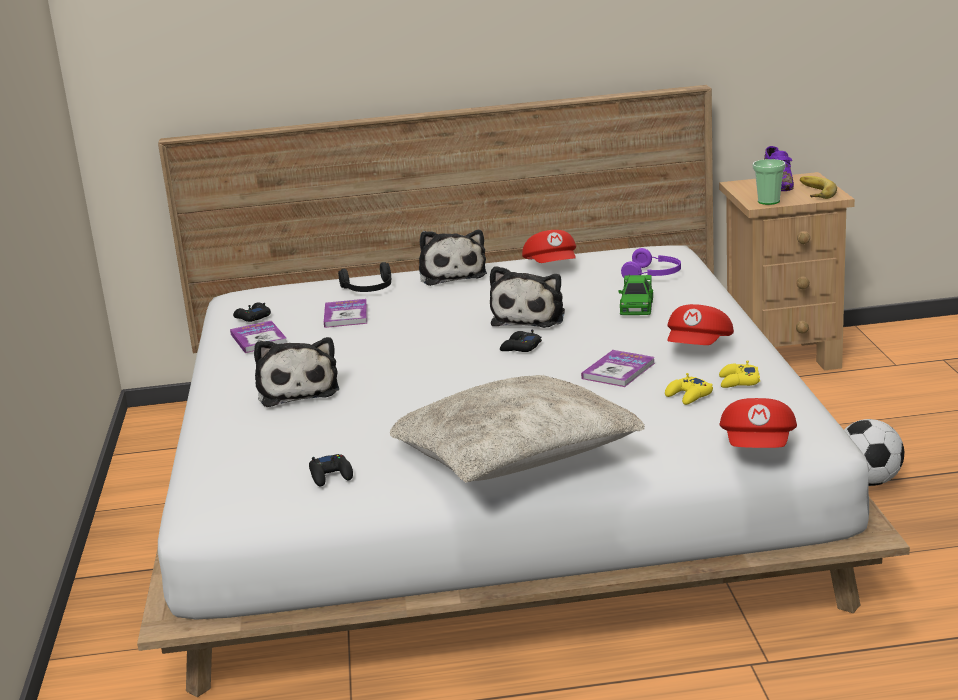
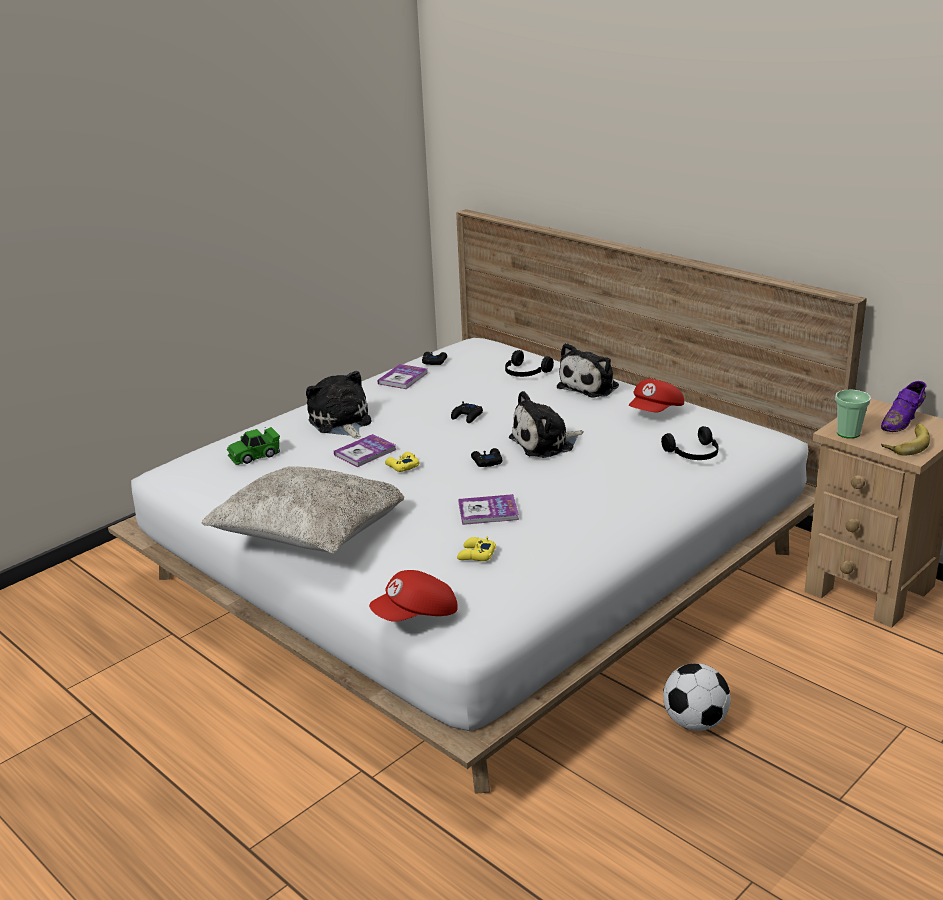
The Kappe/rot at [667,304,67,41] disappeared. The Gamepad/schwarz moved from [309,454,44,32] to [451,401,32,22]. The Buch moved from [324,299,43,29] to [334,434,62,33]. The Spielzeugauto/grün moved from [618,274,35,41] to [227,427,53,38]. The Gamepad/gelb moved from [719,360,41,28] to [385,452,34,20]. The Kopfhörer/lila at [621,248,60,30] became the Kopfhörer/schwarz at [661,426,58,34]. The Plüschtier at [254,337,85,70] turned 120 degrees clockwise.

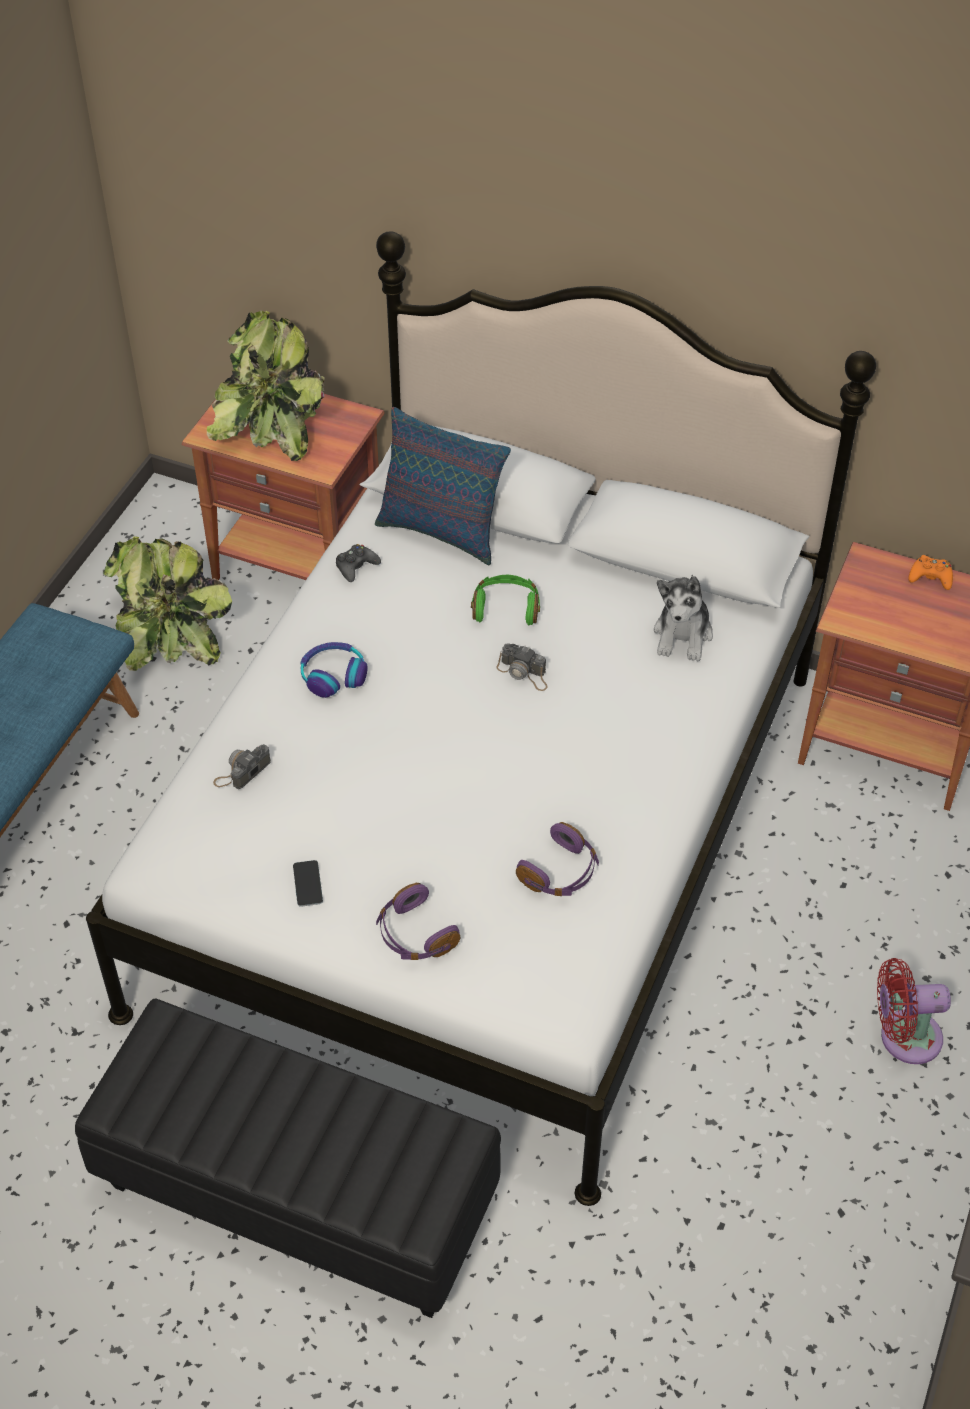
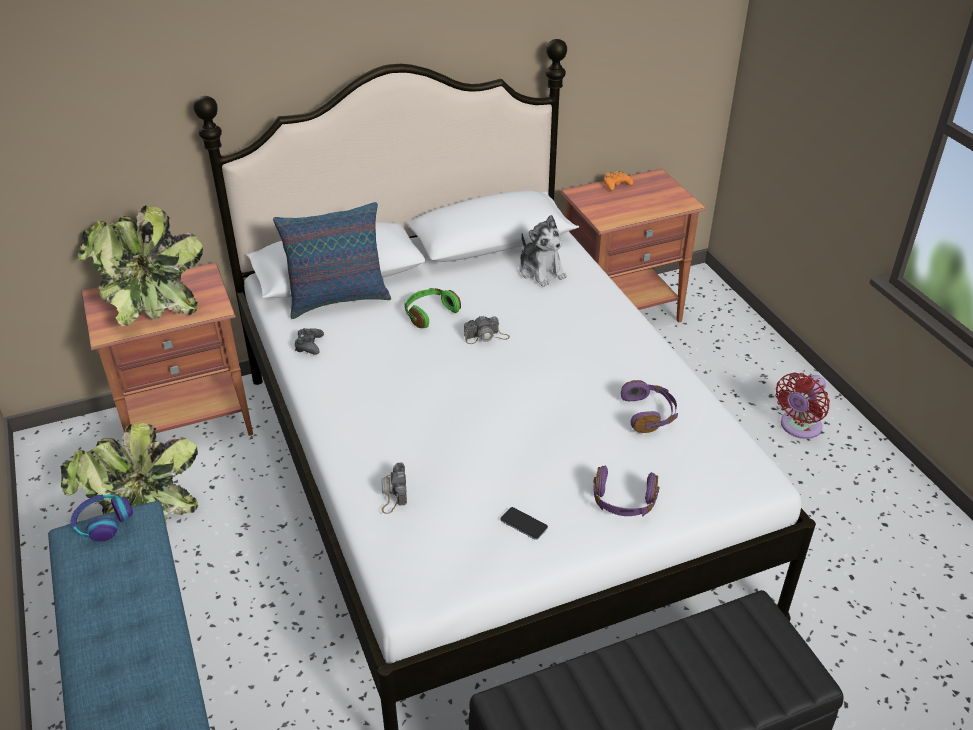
The Kopfhörer moved from [300,642,67,56] to [71,494,62,47].

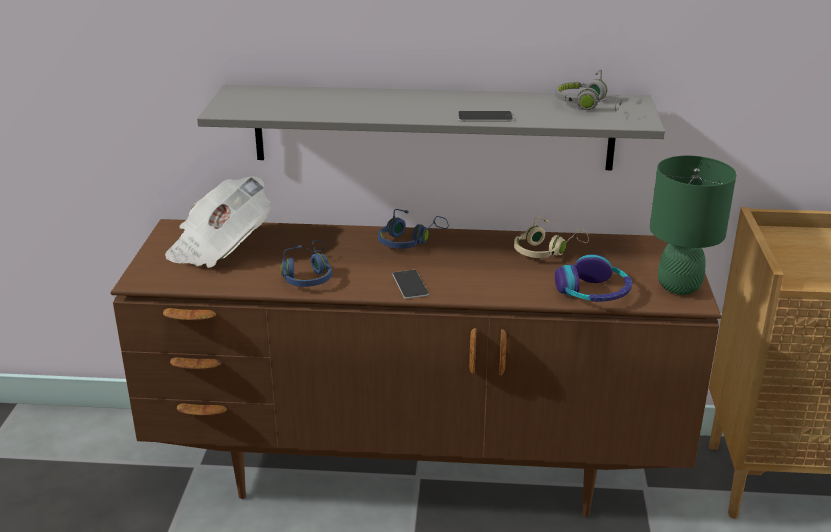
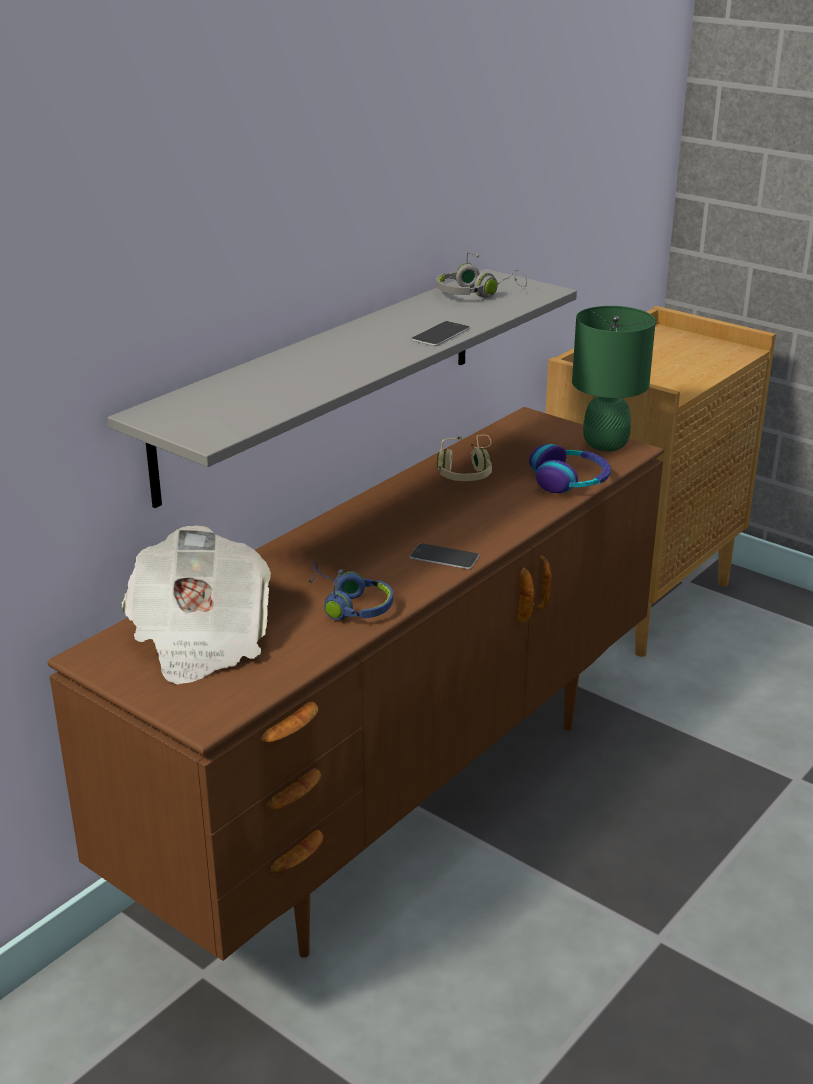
The Kopfhörer/blau at [378,209,71,40] disappeared.

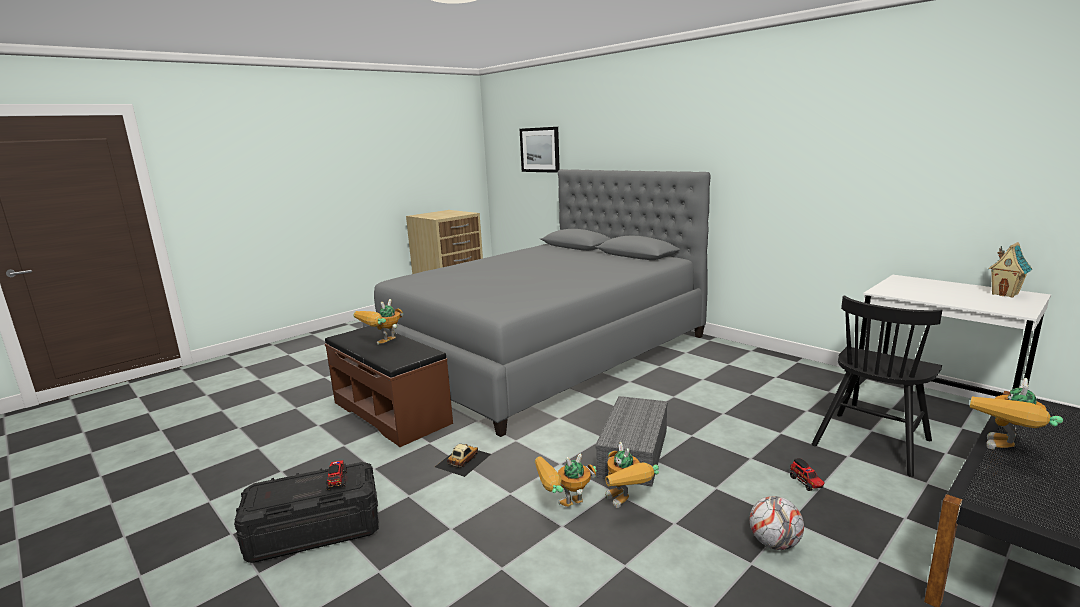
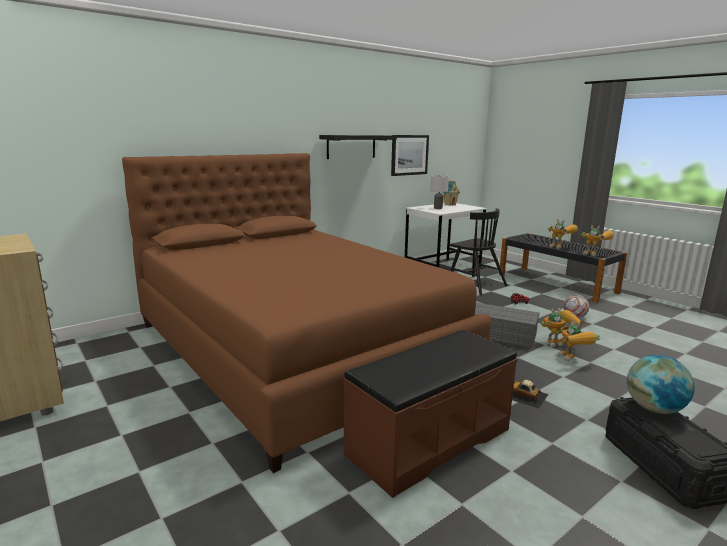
The Wandregal/schwarz at [319,135,78,24] appeared. The Tischlampe/weiß at [430,175,19,34] appeared. The Spielzeugroboter moved from [354,299,49,46] to [581,225,33,31]. The Bild moved from [520,127,40,46] to [391,135,38,41]. The Spielzeuglaster at [326,460,21,30] was replaced by the Globus at [627,355,67,59]. The Bett/grau at [363,169,348,268] became the Bett/braun at [122,153,369,320].

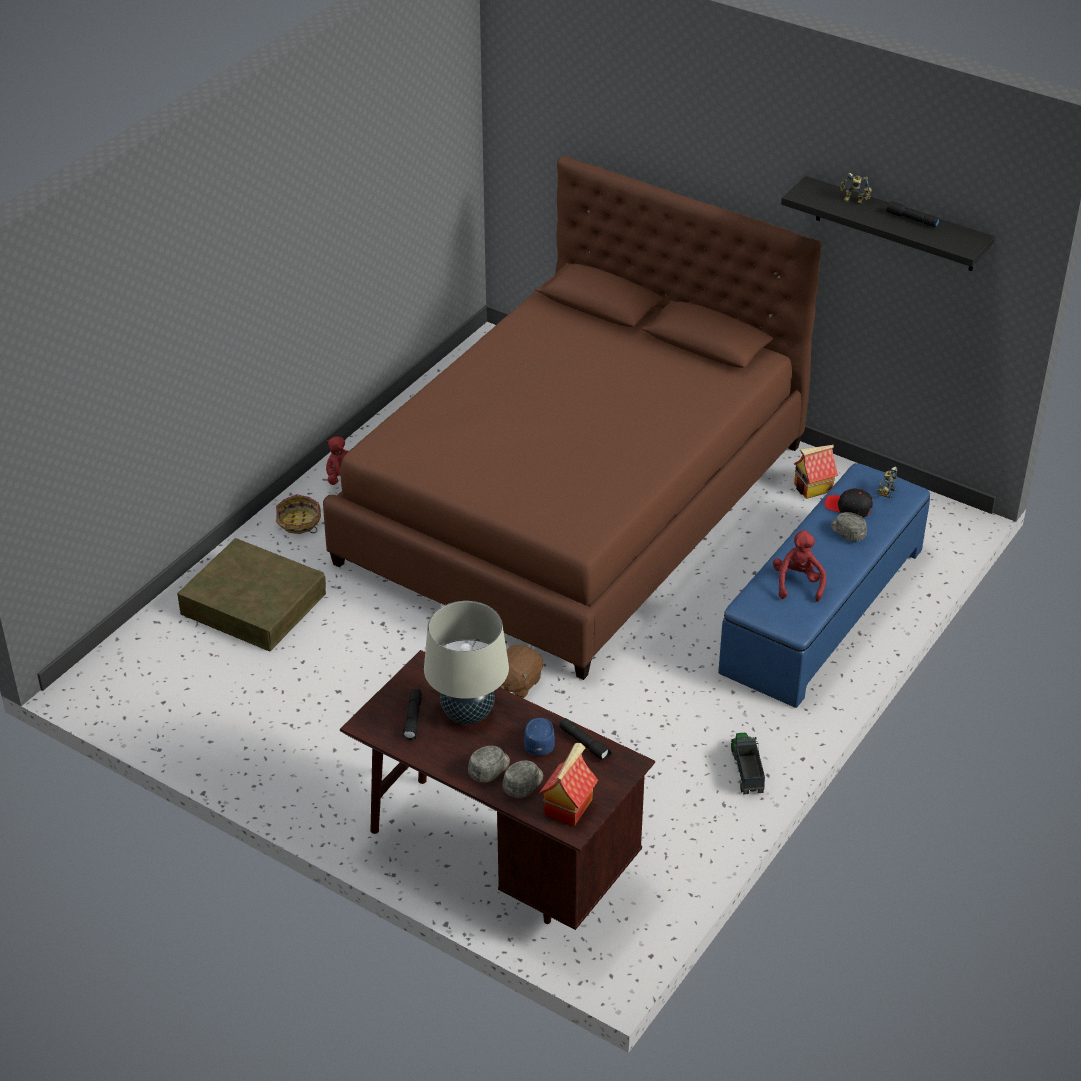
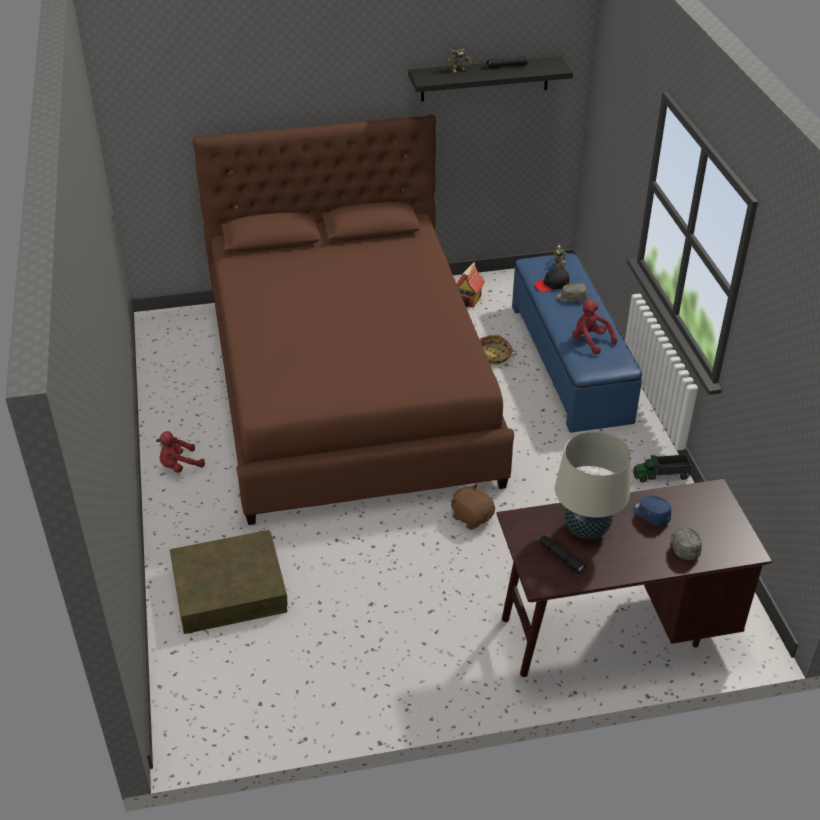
The Kappe/grau at [468,746,42,36] disappeared. The Spielzeughaus at [539,743,59,84] disappeared. The Taschenlampe/schwarz at [560,718,52,43] disappeared. The Korb moved from [276,494,45,40] to [480,335,37,29]. The Plüschtier/braun at [500,645,43,53] turned 150 degrees clockwise. The Spielzeuglaster at [731,733,34,62] turned 45 degrees counterclockwise.

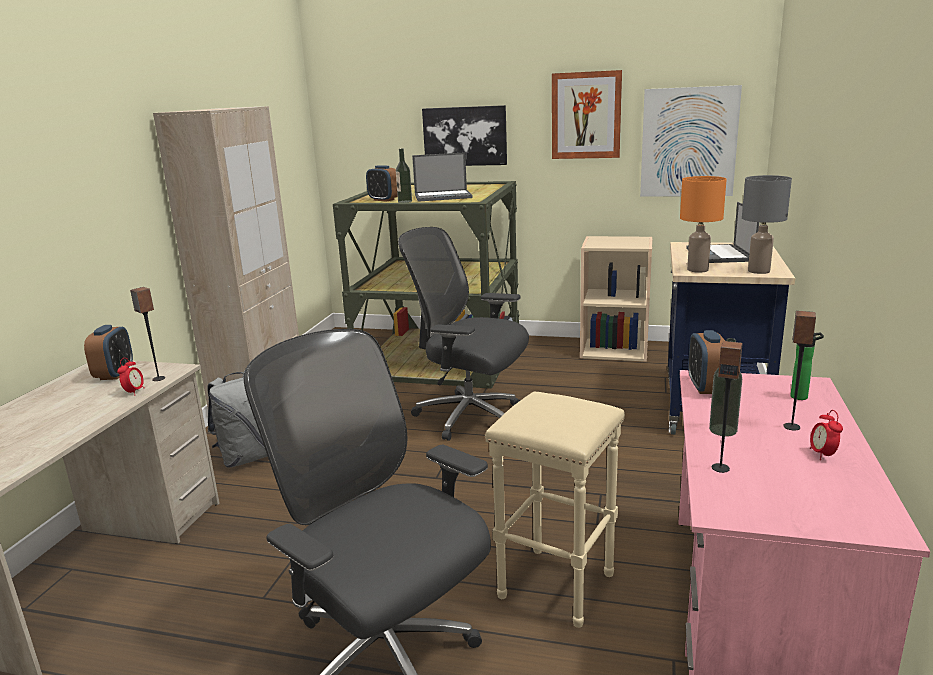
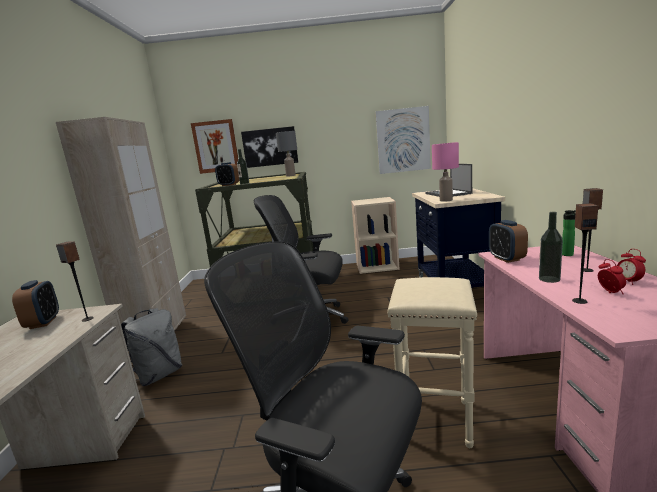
The Laptop at [412,152,61,50] disappeared. The Wecker moved from [117,358,27,35] to [598,259,28,34]. The Bild moved from [552,70,70,89] to [191,119,47,55]. The Tischlampe/grau moved from [742,175,50,99] to [276,131,21,46]. The Tischlampe/orange at [680,176,47,97] became the Tischlampe/rosa at [432,142,27,60].

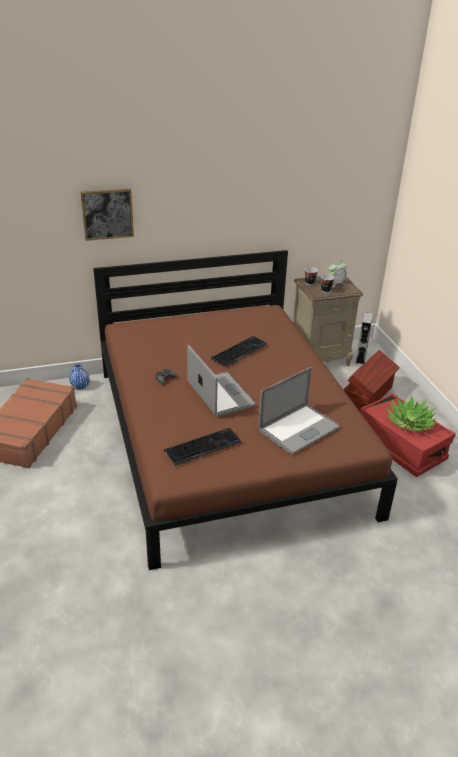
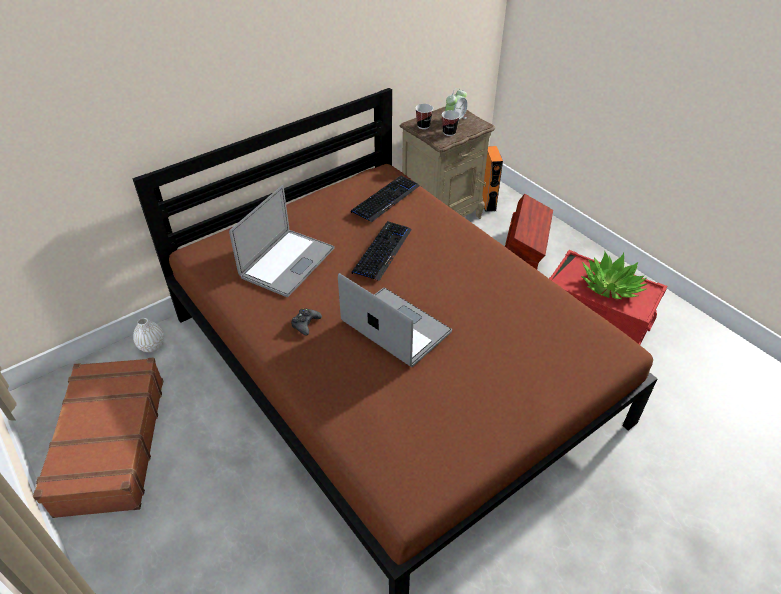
The Bild at [81,189,53,52] disappeared. The Tastatur moved from [164,428,77,38] to [351,176,69,46]. The Laptop moved from [258,367,82,88] to [229,185,106,112]. The Vase/blau at [69,364,21,25] became the Vase/weiß at [133,318,31,34]. The Lautsprecher/grau at [356,312,17,52] became the Lautsprecher/orange at [482,146,21,66].

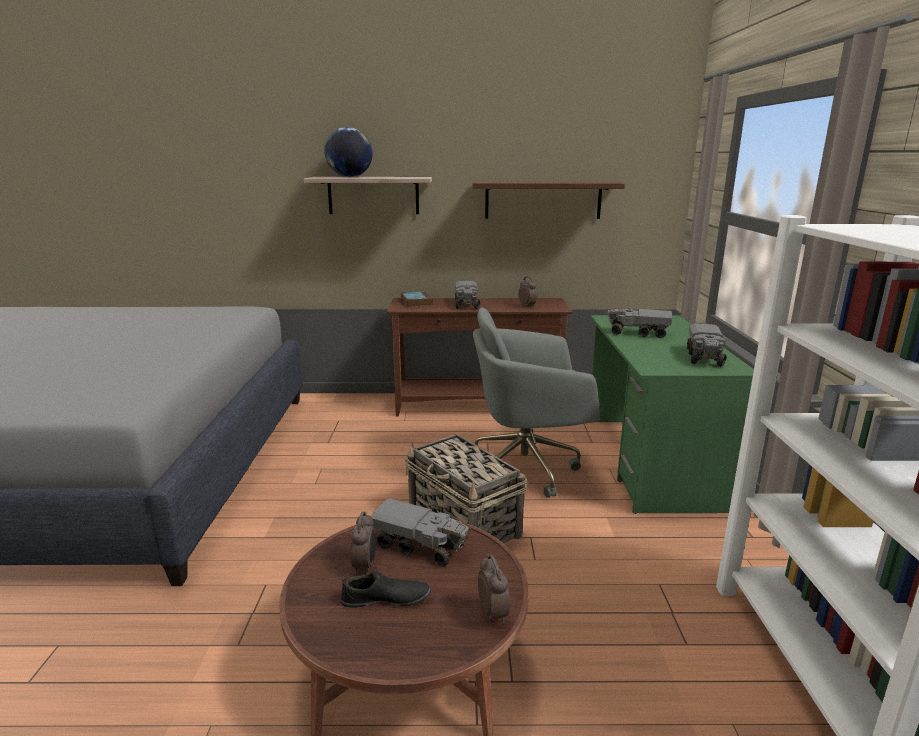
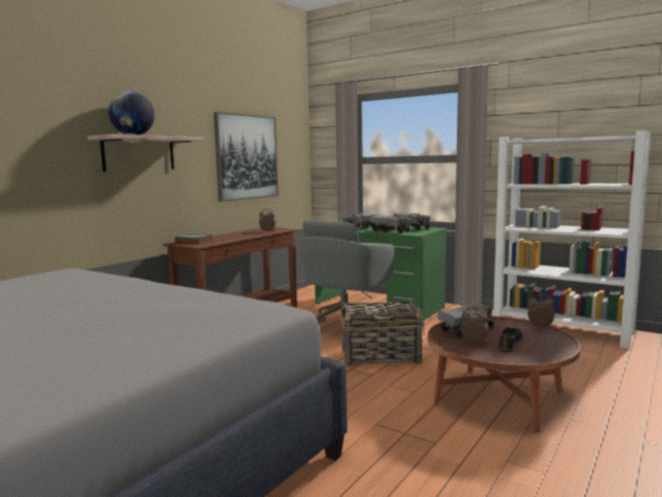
The Spielzeuglaster moved from [455,280,25,29] to [370,215,42,18]. The Wandregal at [472,182,153,37] was replaced by the Bild at [214,112,64,90].

